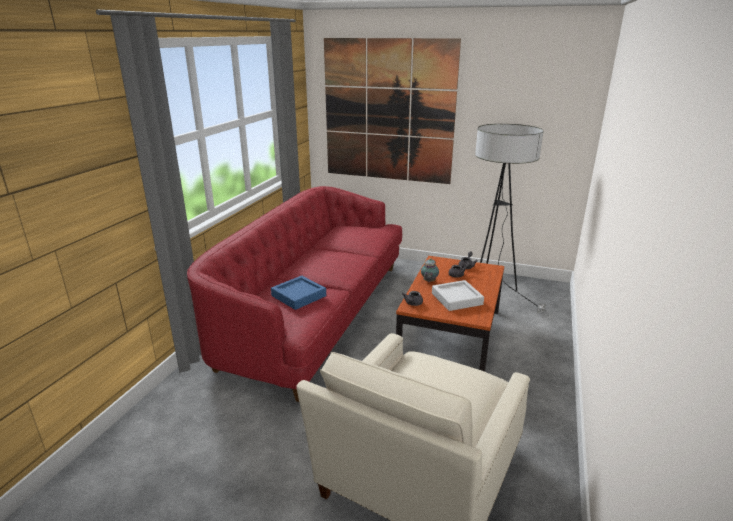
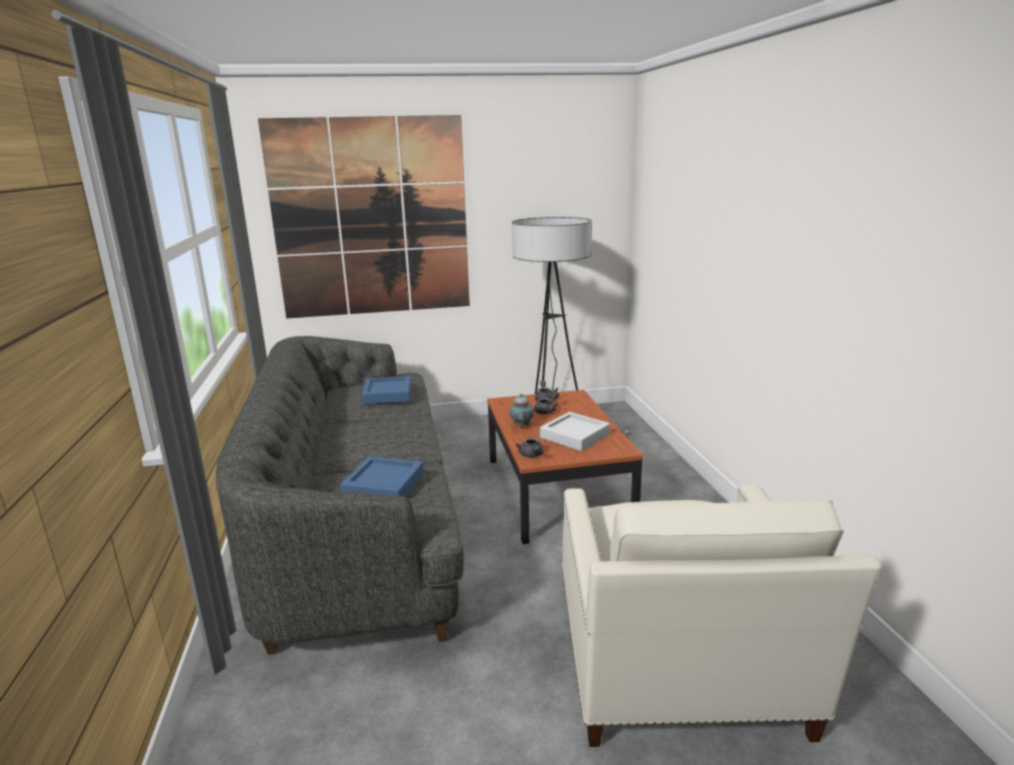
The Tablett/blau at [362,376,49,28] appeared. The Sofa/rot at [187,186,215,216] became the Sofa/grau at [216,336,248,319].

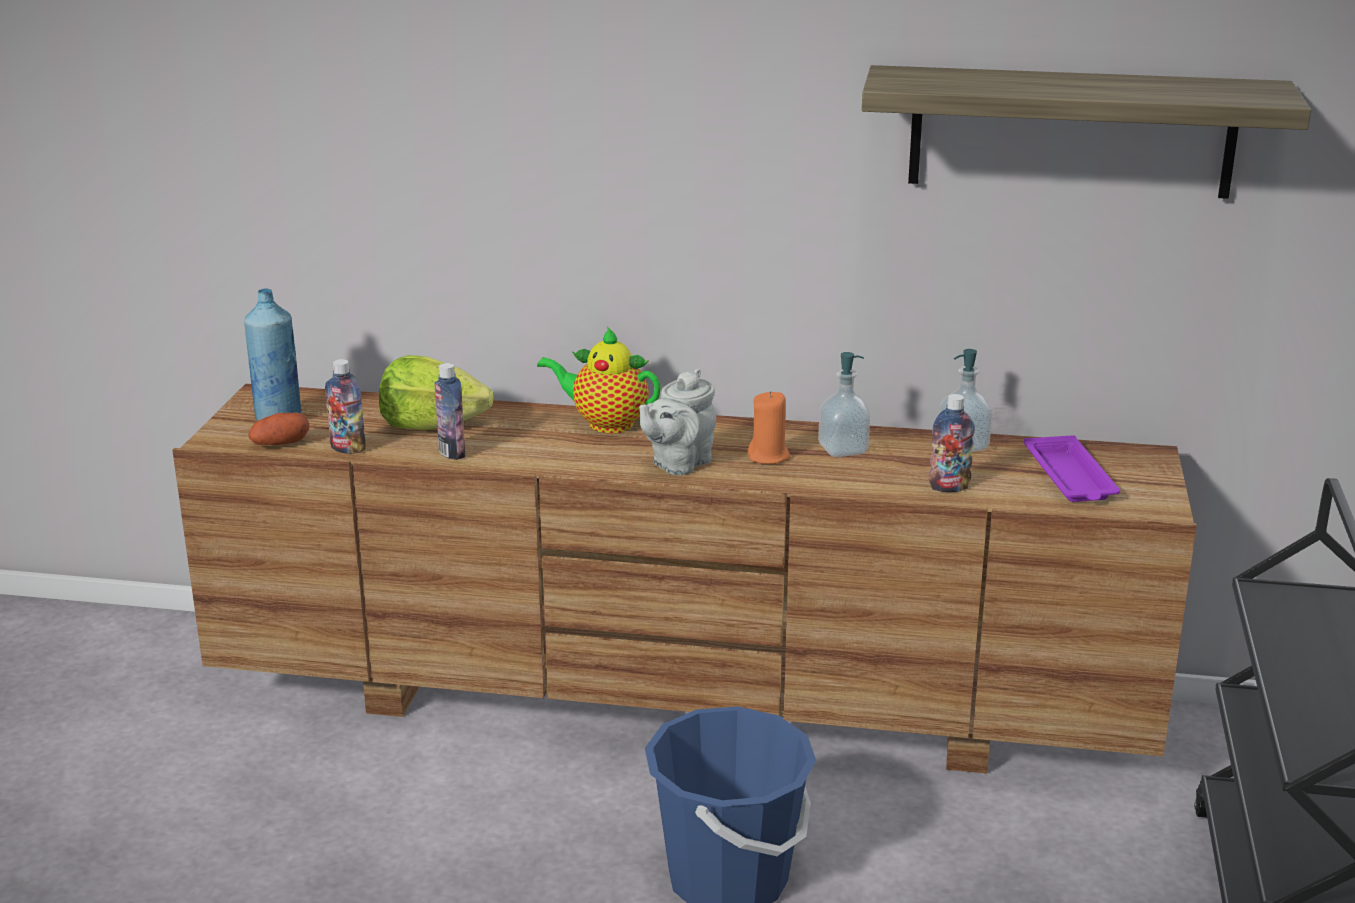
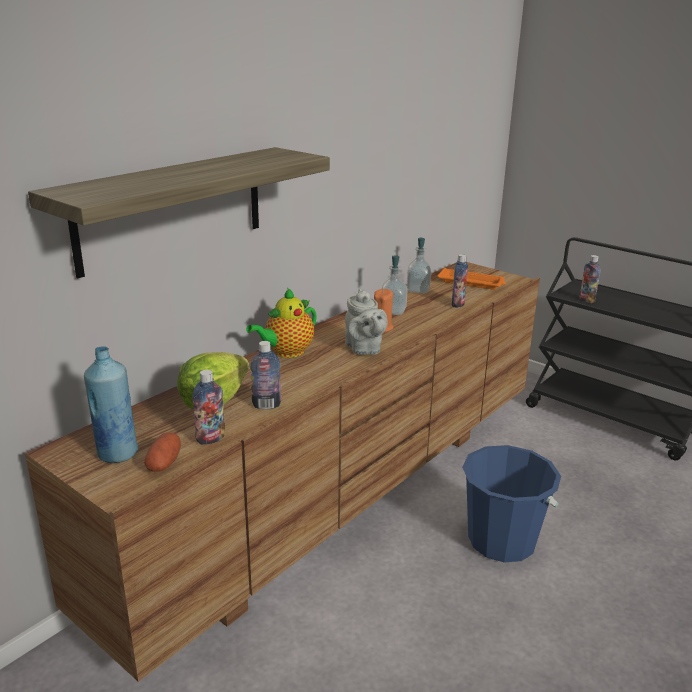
The Flasche at [580,255,21,48] appeared. The Wandregal moved from [862,65,449,134] to [28,147,302,131]. The Tablett/lila at [1024,435,96,67] became the Tablett/orange at [437,268,69,22].

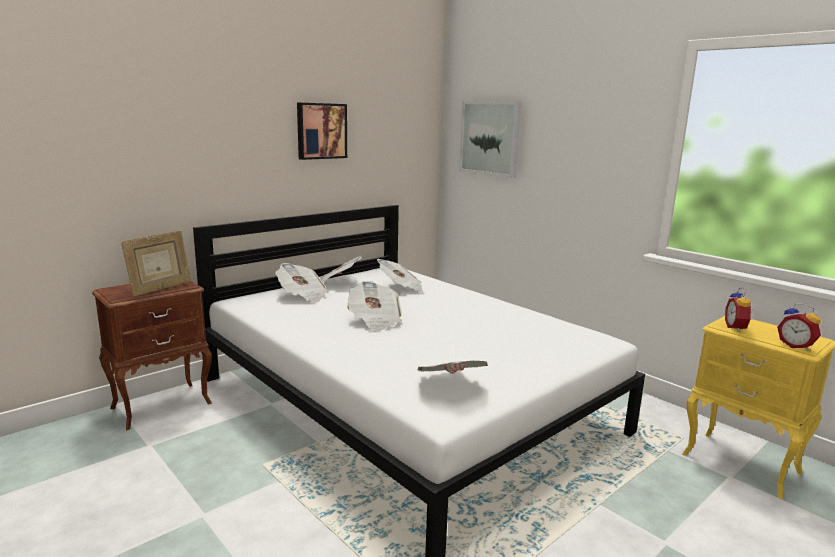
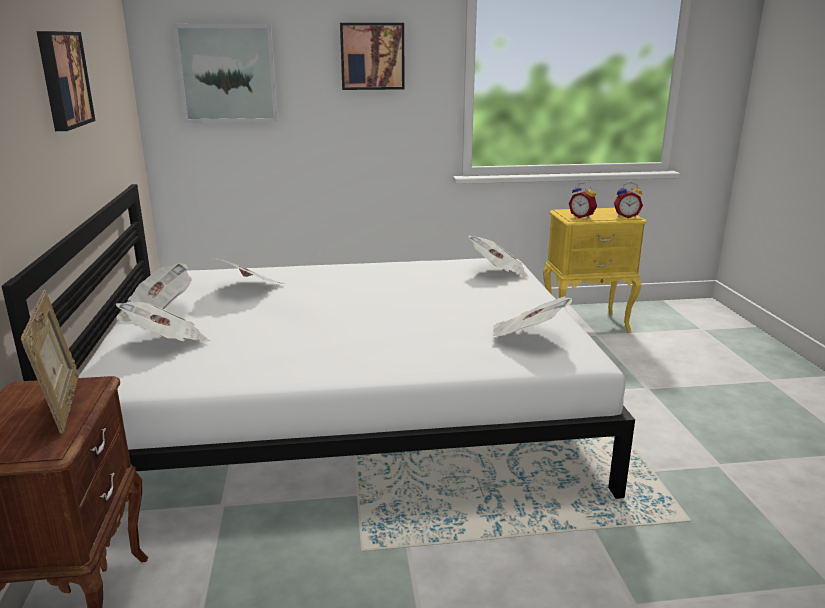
The Bild at [340,23,65,67] appeared. The Zeitung moved from [347,281,55,51] to [468,236,60,41].

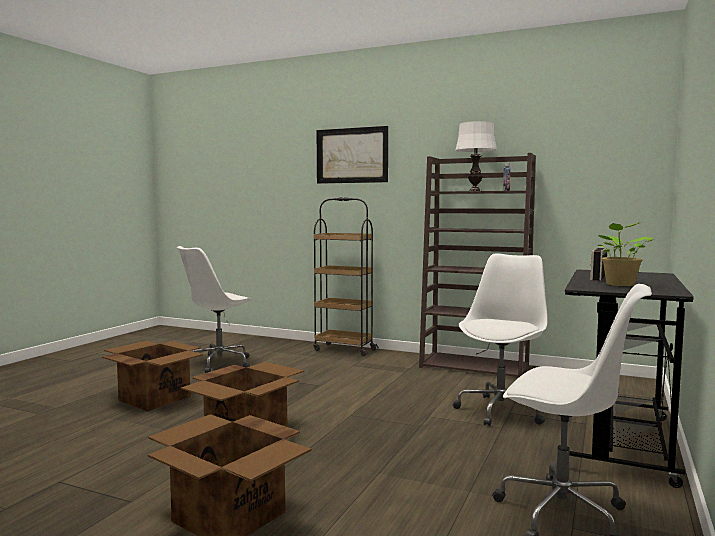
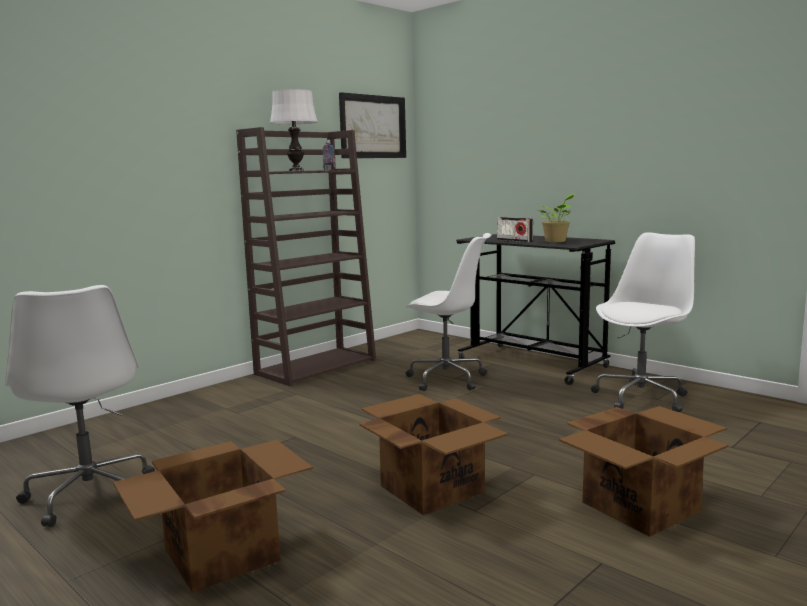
The Rollwagen/braun at [313,197,66,159] disappeared. The Bild moved from [317,126,71,58] to [339,92,67,66]. The Bürostuhl/weiß at [453,254,95,172] turned 150 degrees clockwise.

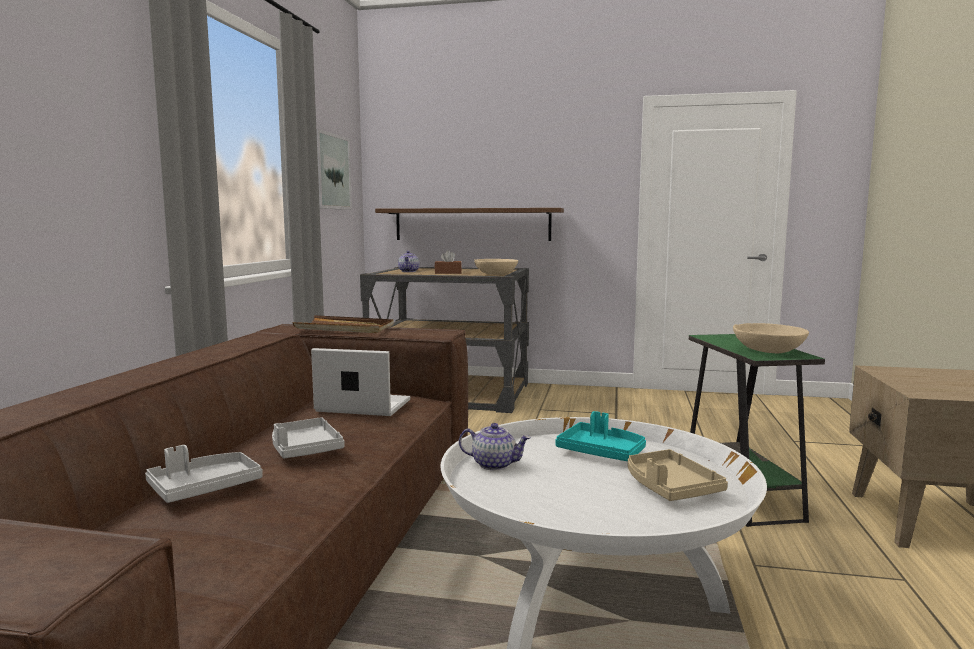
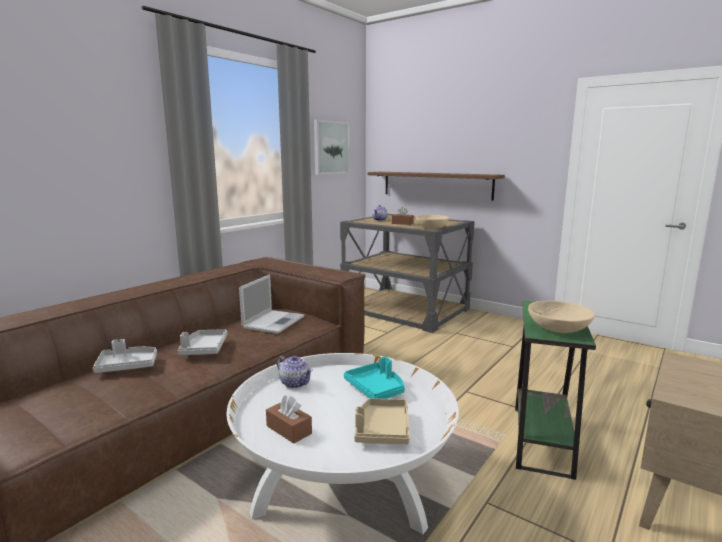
The Tablett/braun at [292,315,102,18] disappeared. The Taschentuchbox/braun at [266,395,46,49] appeared. The Laptop at [311,348,99,68] turned 75 degrees clockwise.

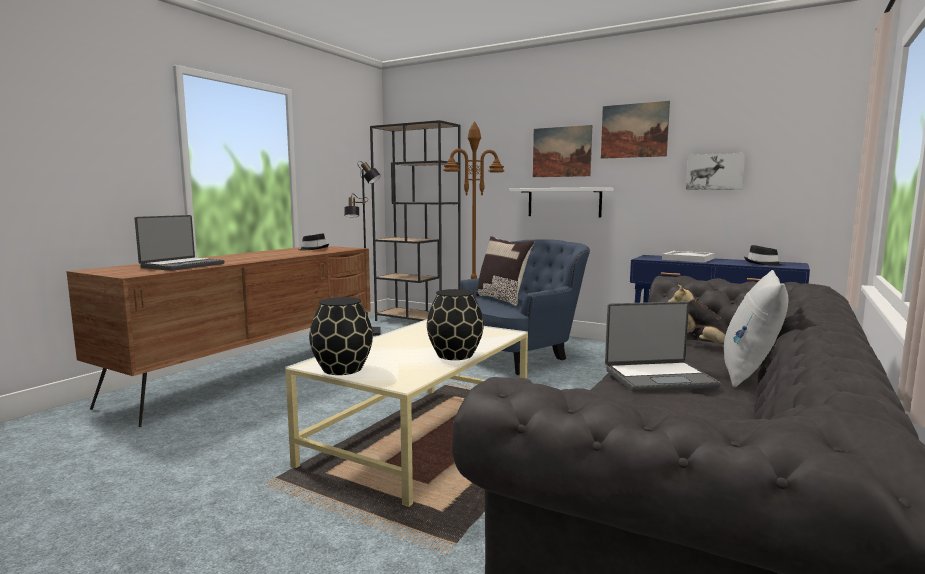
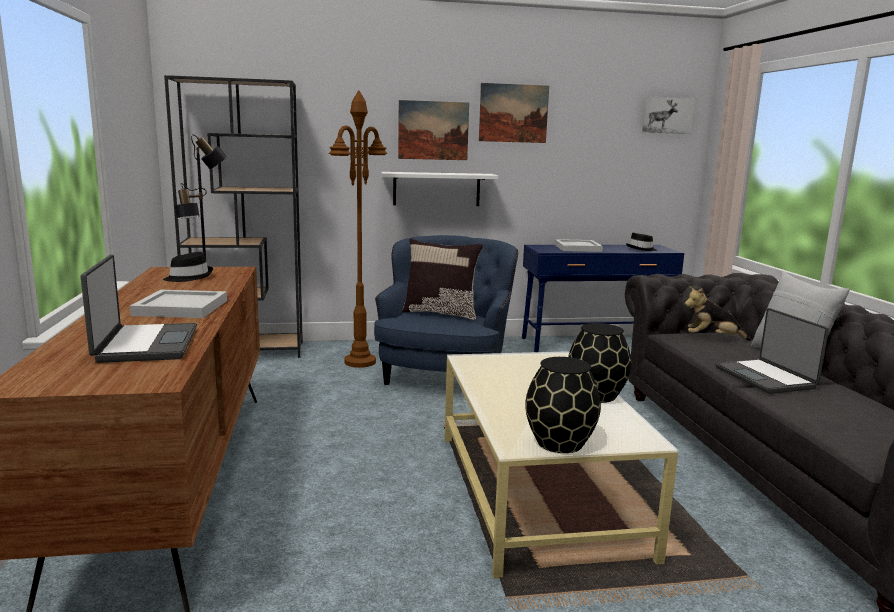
The Tablett/weiß at [130,290,97,28] appeared. The Bild moved from [686,153,60,37] to [642,97,53,37]. The Laptop at [605,301,116,91] turned 120 degrees clockwise.

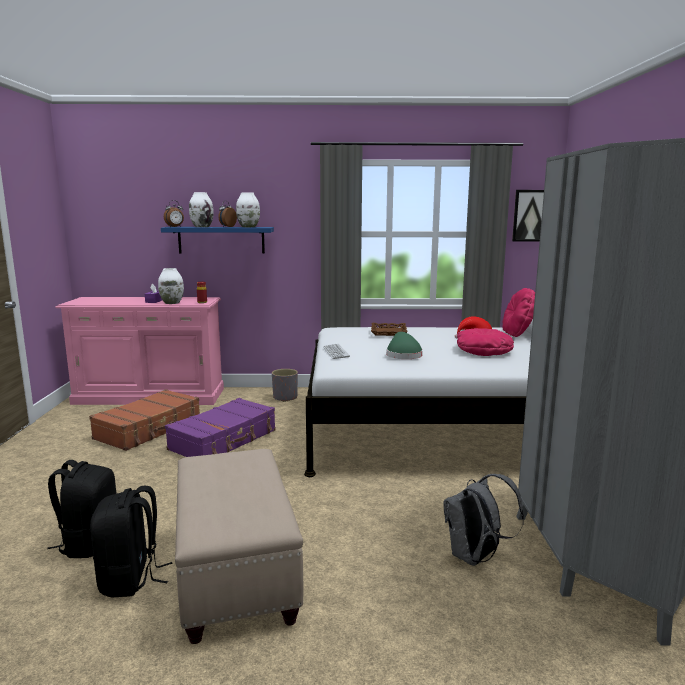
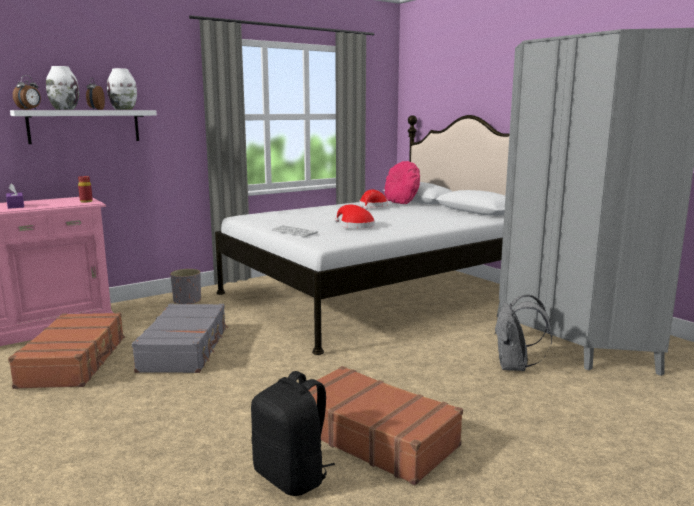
The Rucksack/schwarz at [47,460,70,98] disappeared. The Vase/weiß at [158,268,26,36] disappeared. The Tablett/braun at [371,323,37,13] disappeared. The Kissen/rosa at [457,328,57,28] disappeared. The Bild at [512,190,32,51] disappeared. The Polsterhocker/beige at [175,449,128,195] was replaced by the Koffer/braun at [309,366,154,119]. The Wandregal/blau at [161,227,113,27] became the Wandregal/weiß at [10,110,147,34]. The Koffer/lila at [165,398,111,59] became the Koffer/grau at [132,304,96,69]. The Hut/grün at [386,332,37,27] became the Hut/rot at [335,204,40,25].

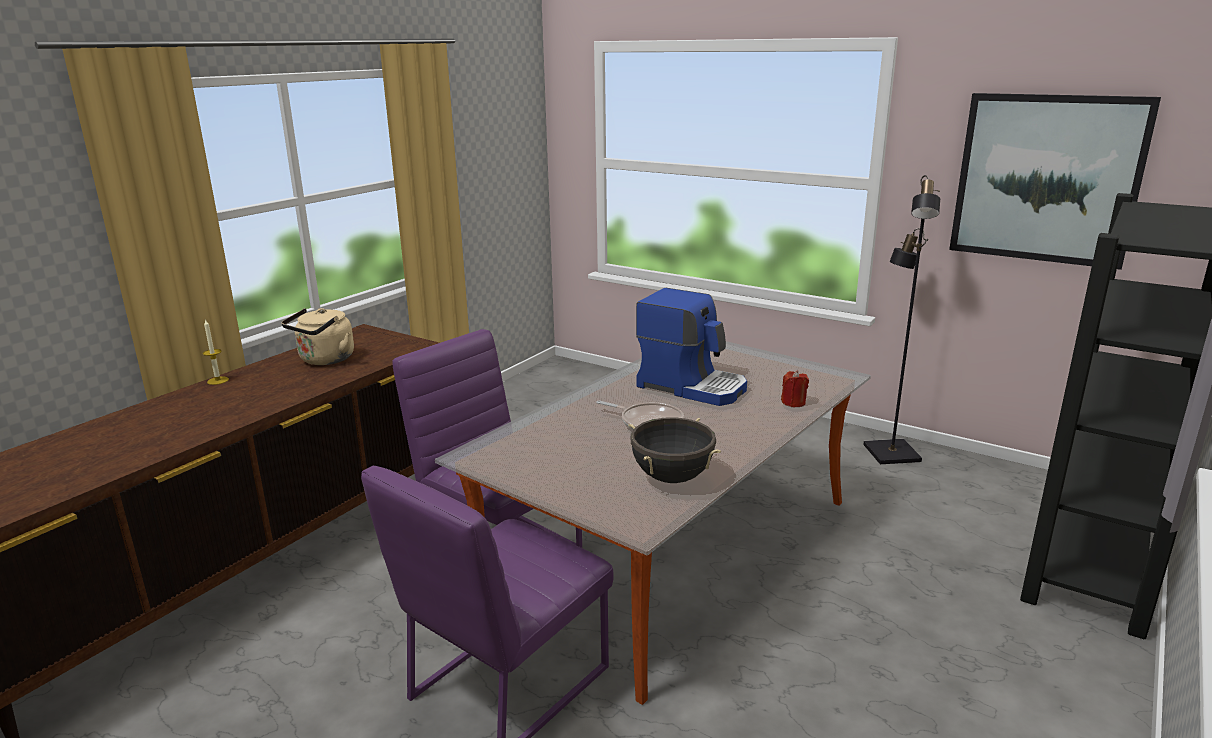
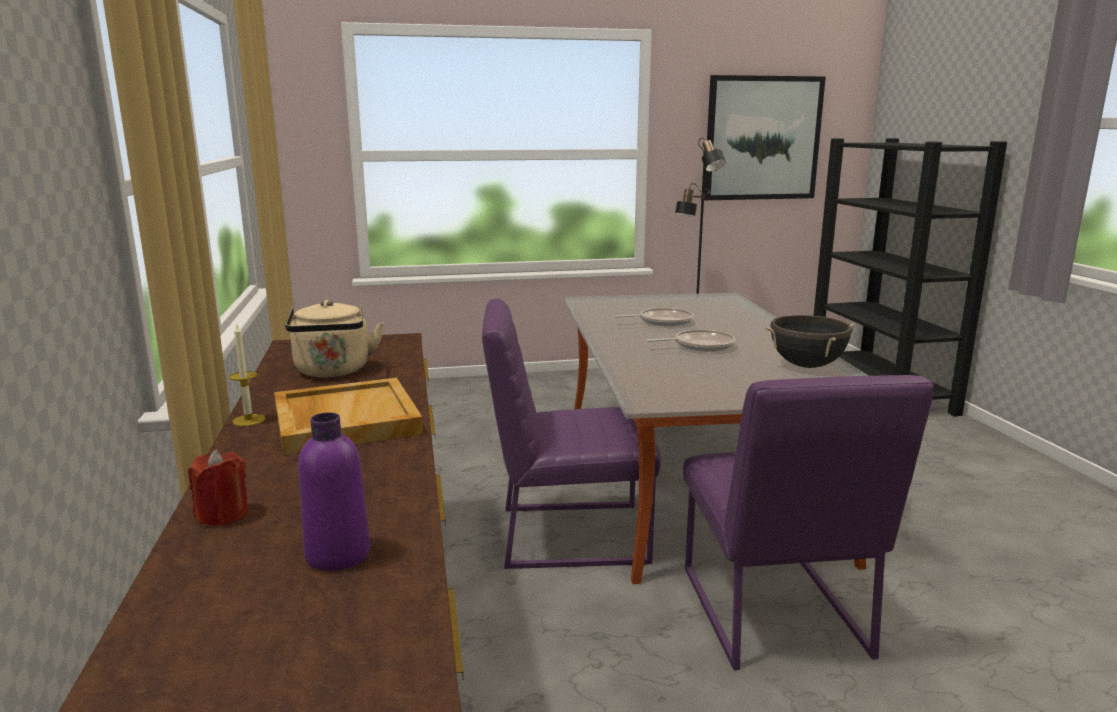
The Tablett/beige at [274,378,149,77] appeared. The Flasche/lila at [298,413,72,158] appeared. The Kerze/rot moved from [781,370,28,37] to [188,449,60,77]. The Kaffeemaschine at [636,288,111,118] was replaced by the Pfanne at [614,308,80,19].

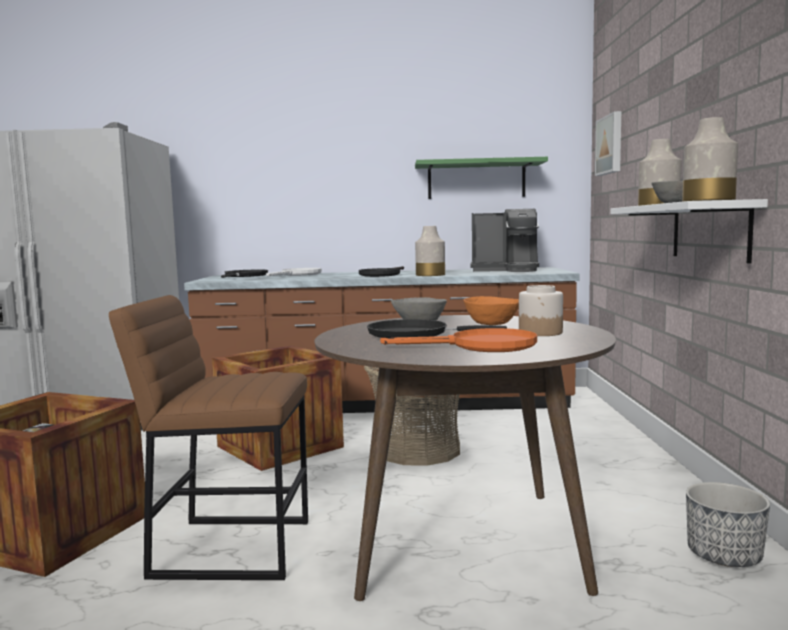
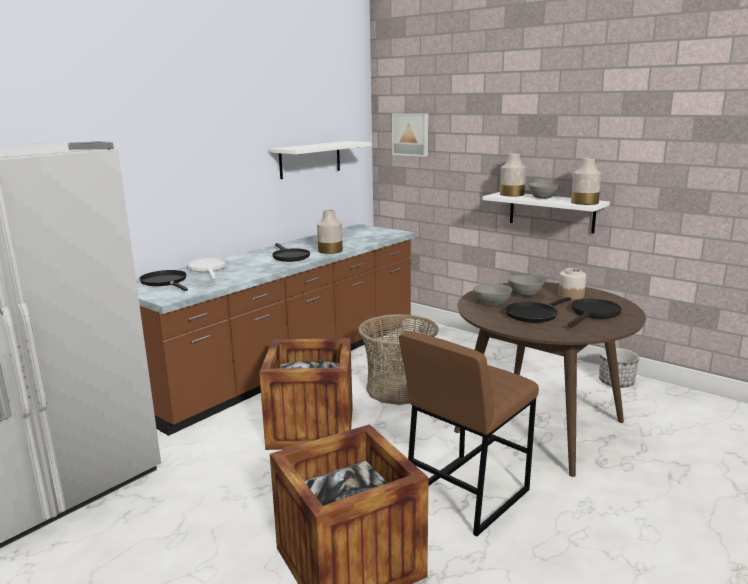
The Kaffeemaschine at [470,209,69,63] disappeared. The Pfanne/orange at [380,328,157,24] became the Pfanne/schwarz at [568,299,53,29]. The Wandregal/grün at [415,157,133,42] became the Wandregal/weiß at [270,141,101,38]. The Schüssel/orange at [463,296,56,29] became the Schüssel/grau at [508,275,37,21].

